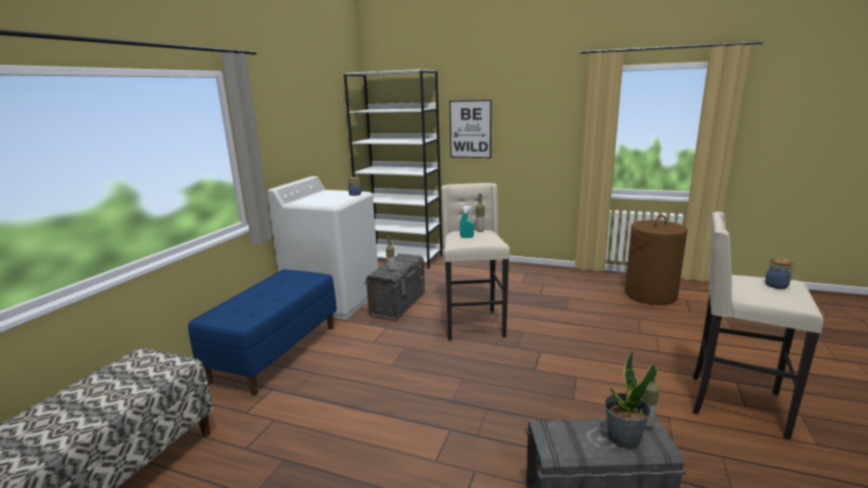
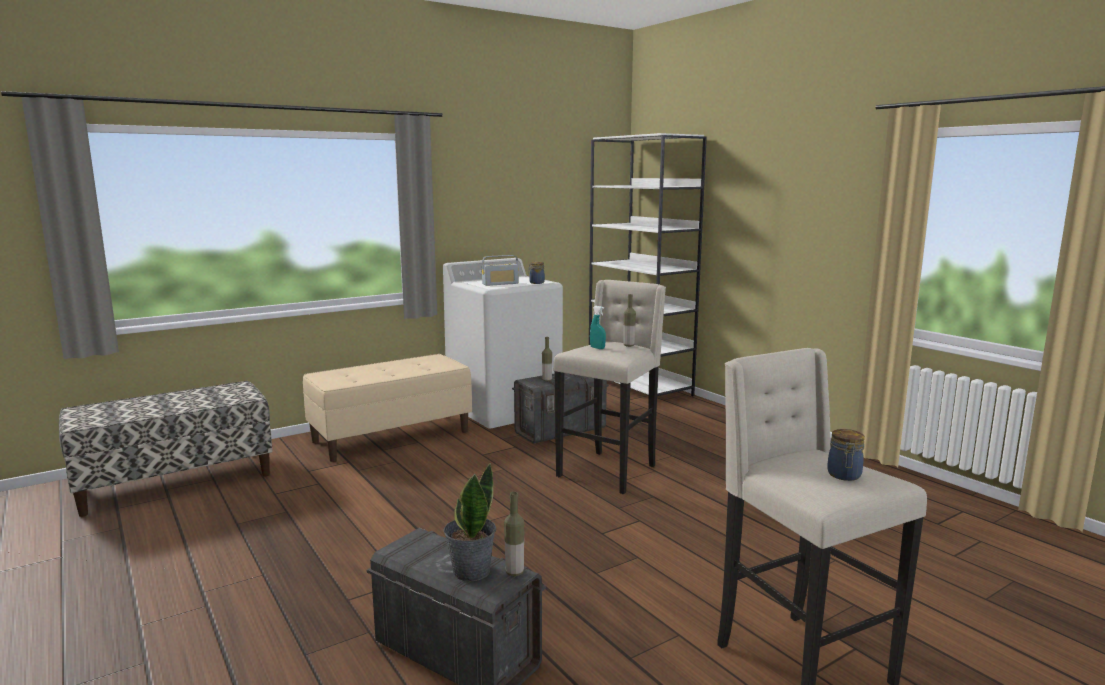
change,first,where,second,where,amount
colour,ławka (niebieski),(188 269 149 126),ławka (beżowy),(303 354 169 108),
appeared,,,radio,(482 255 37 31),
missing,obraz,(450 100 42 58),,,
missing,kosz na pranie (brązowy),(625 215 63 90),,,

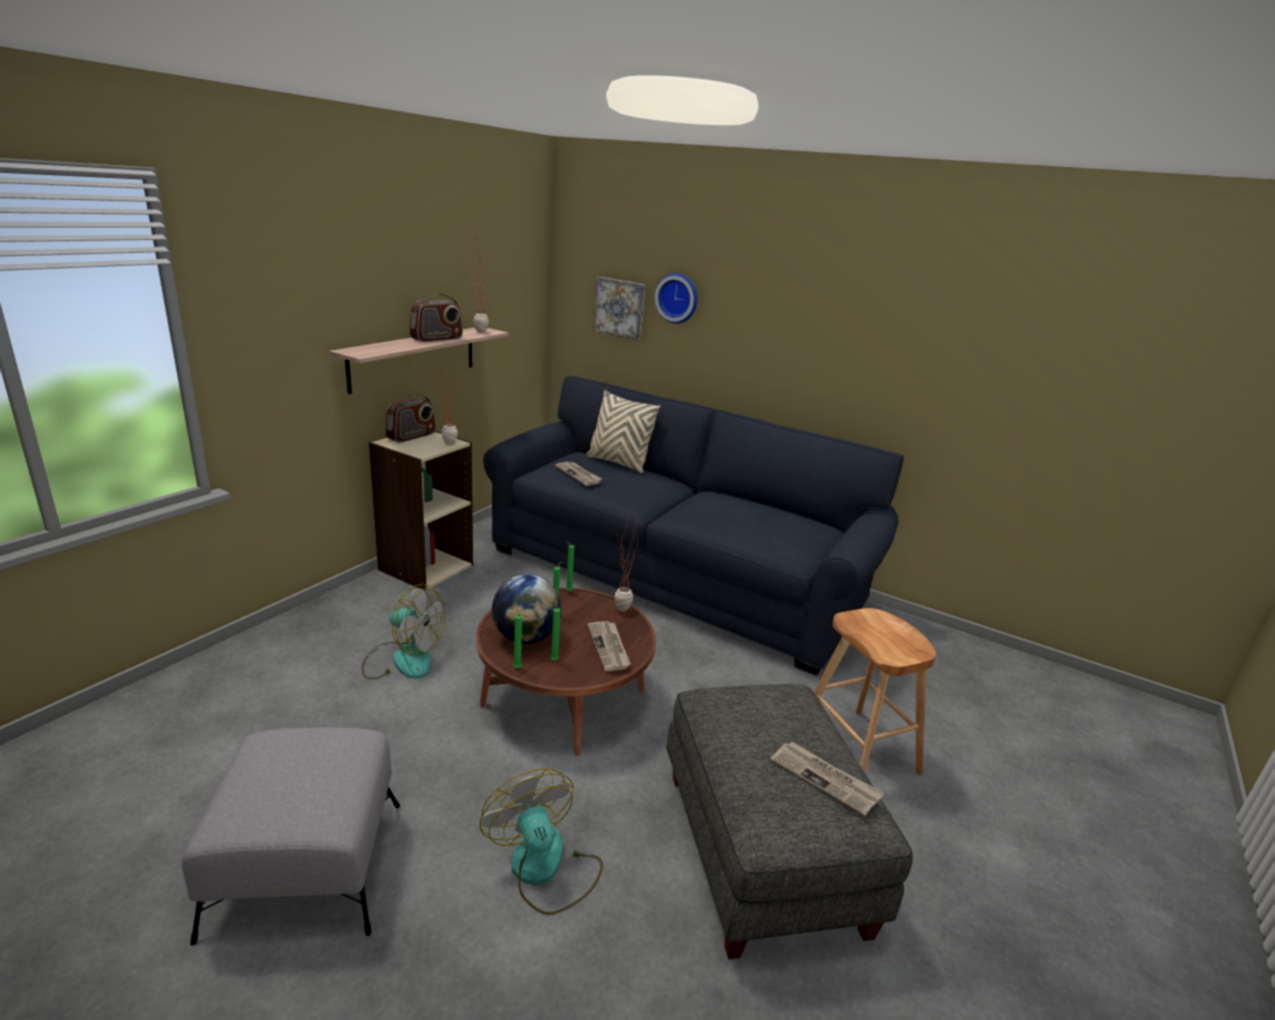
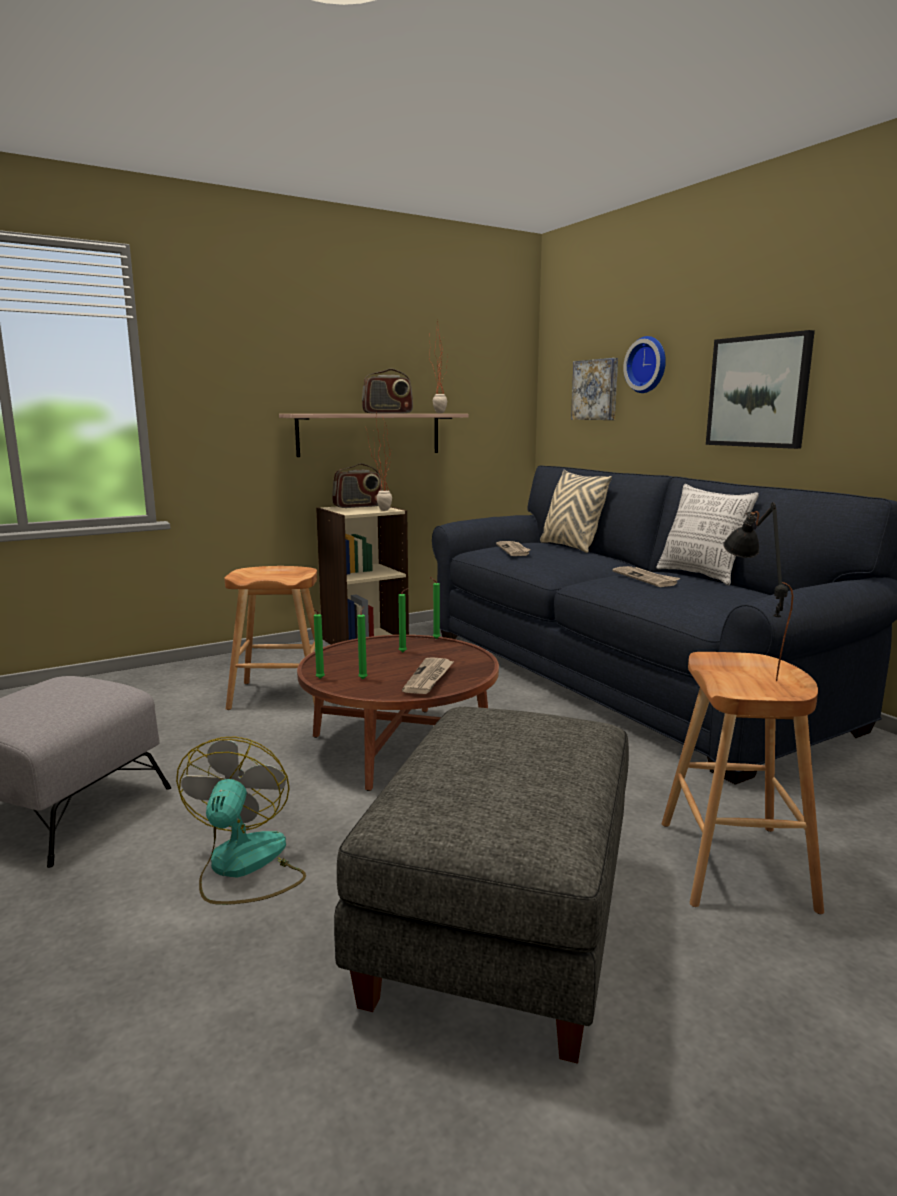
change,first,where,second,where,amount
exchanged,wentylator,(362 584 84 95),stołek (brązowy),(224 566 93 144),
relocated,gazeta,(770 741 114 76),,(612 566 68 21),
appeared,,,poduszka,(656 484 103 102),
appeared,,,obraz,(706 330 109 119),
appeared,,,lampa stołowa (czarny),(723 502 70 179),
missing,globus,(492 574 70 70),,,
missing,roślina doniczkowa,(614 508 24 104),,,

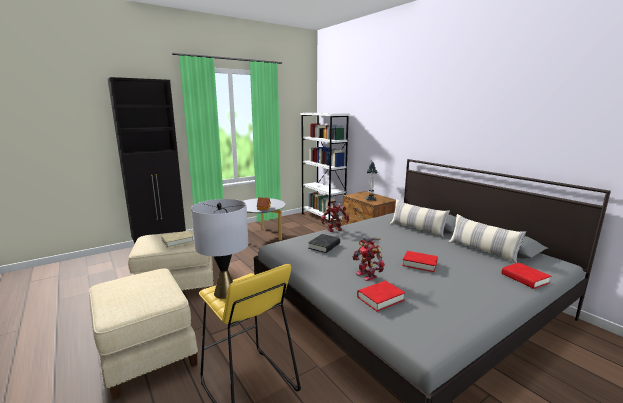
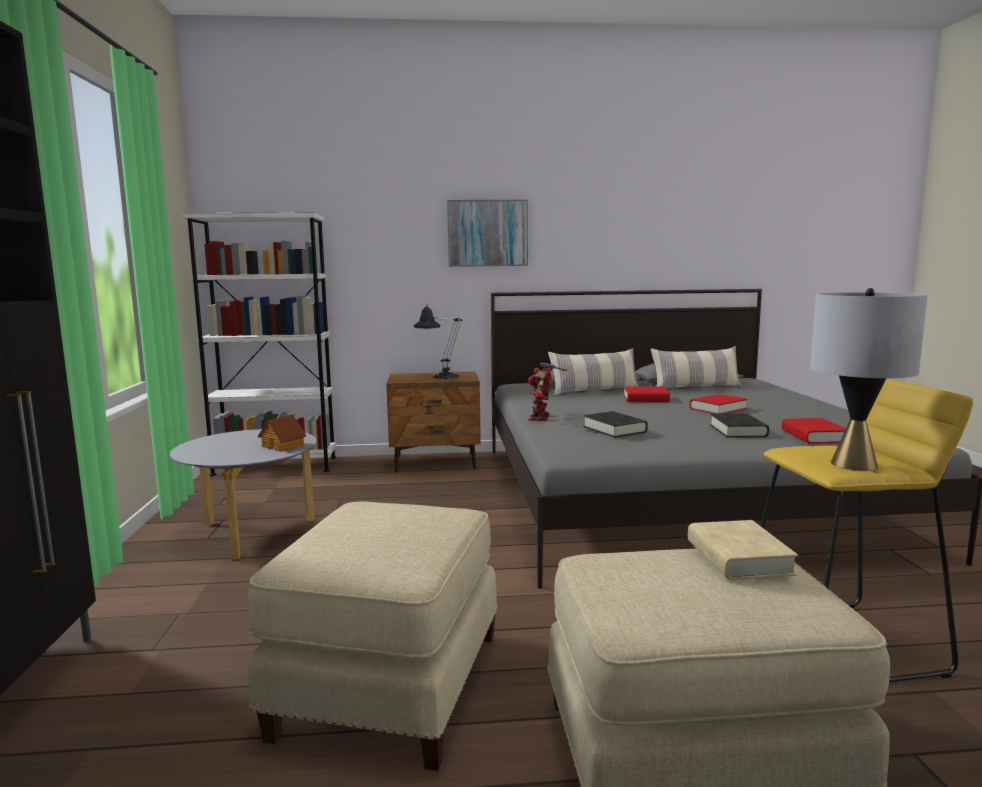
change,first,where,second,where,amount
appeared,,,obraz,(447 200 81 67),
relocated,książka (czerwony),(502 263 49 26),,(623 386 47 16),
relocated,książka (beżowy),(161 231 33 17),,(688 520 110 60),
exchanged,robot zabawkowy,(353 238 32 43),książka (czarny),(710 413 59 25),

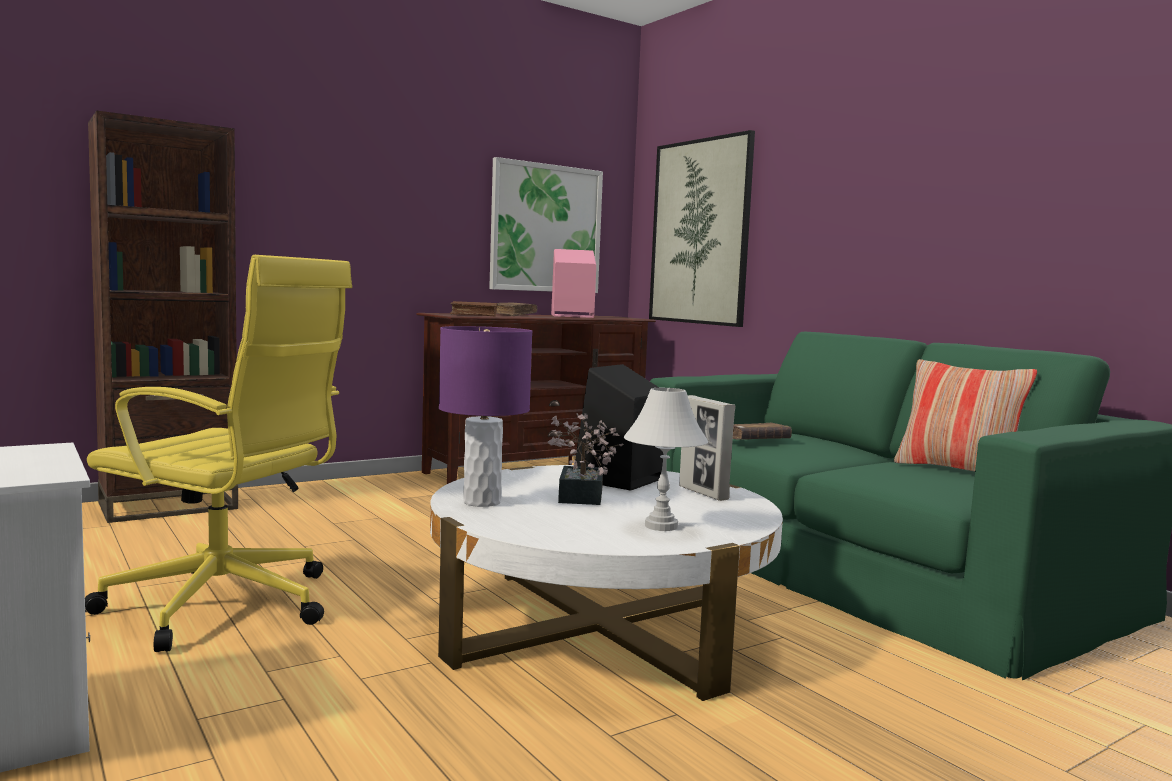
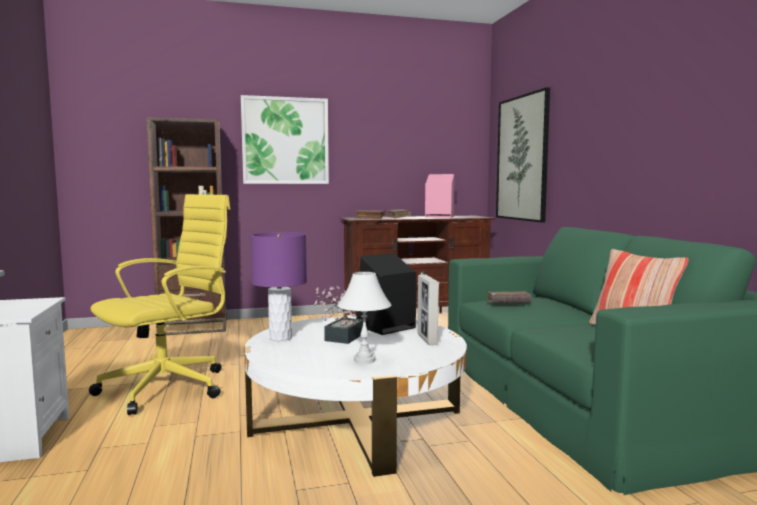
change,first,where,second,where,amount
spun,krzesło biurowe (żółty),(85 255 267 397),,(89 194 141 221),90 degrees counterclockwise
relocated,obraz,(489 157 114 136),,(241 95 88 89),

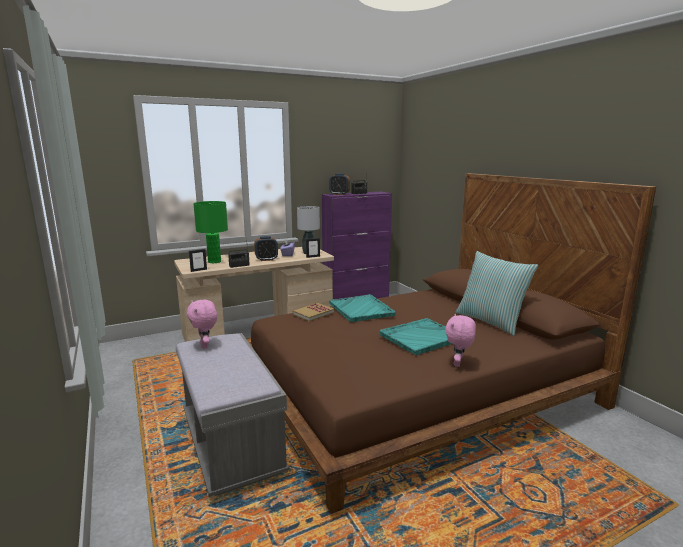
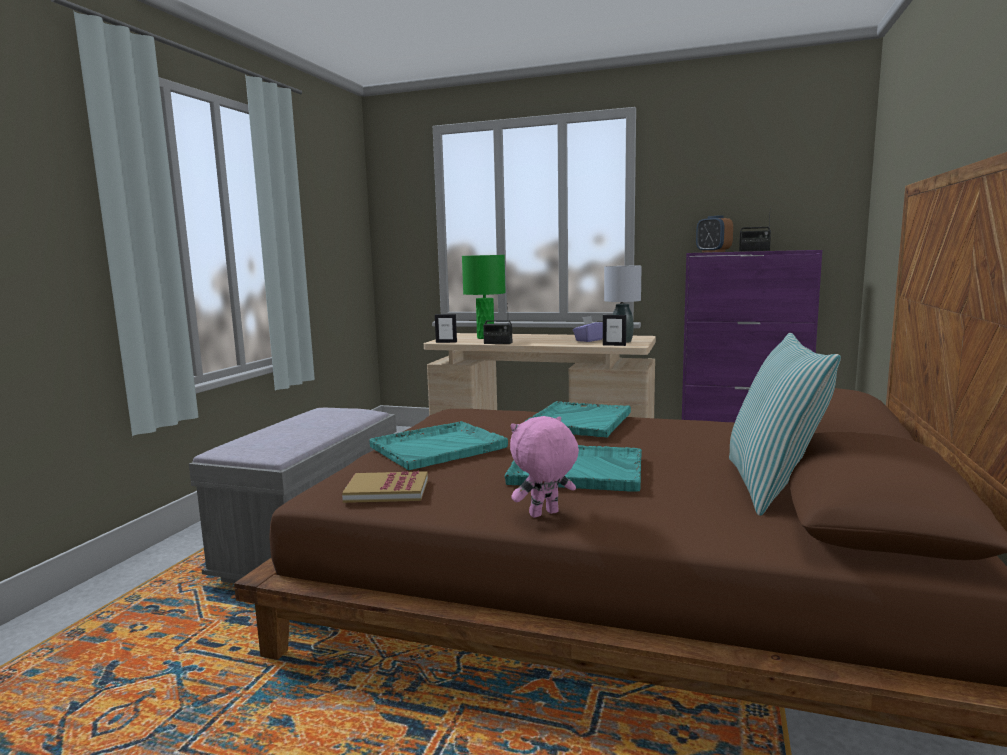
change,first,where,second,where,amount
relocated,książka,(293 303 41 18),,(342 471 86 32),
appeared,,,taca (turkusowy),(369 421 139 49),
missing,pluszak (różowy),(187 300 30 49),,,
missing,budzik,(254 236 24 25),,,

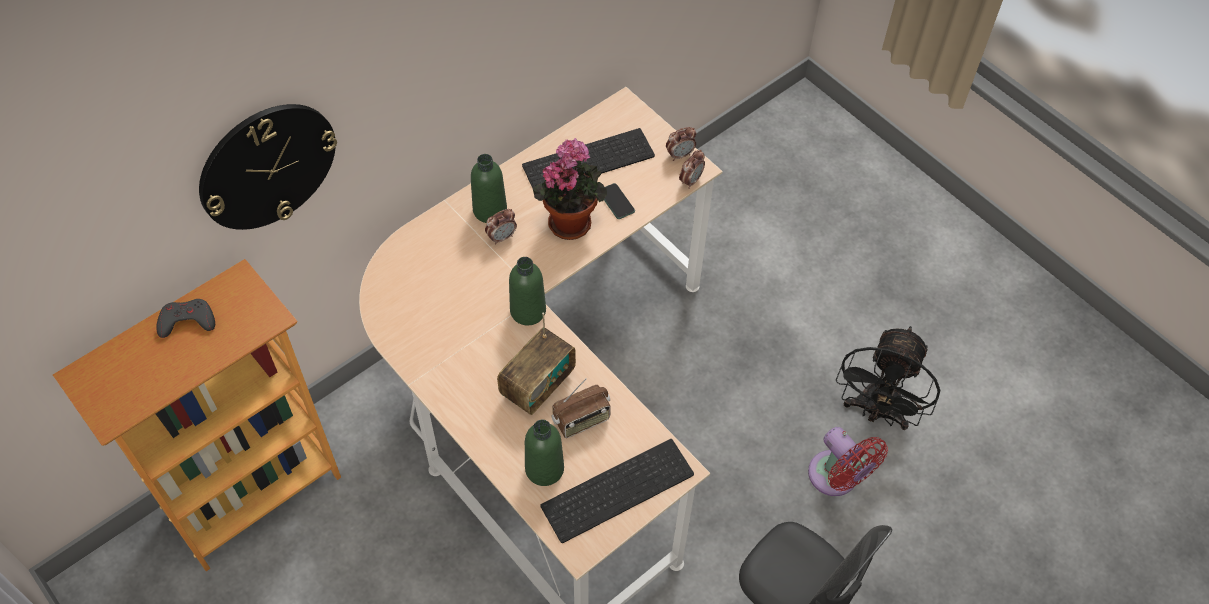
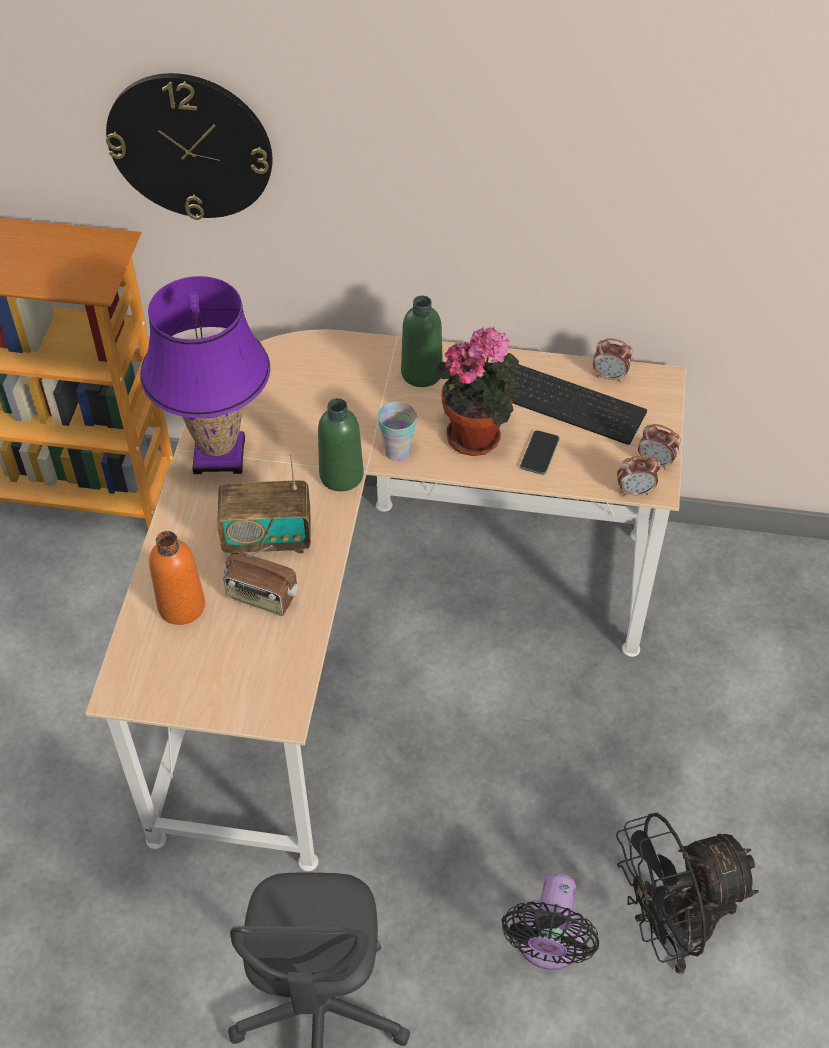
change,first,where,second,where,amount
appeared,,,lampa stołowa (fioletowy),(140 276 130 198),
colour,butelka (zielony),(525 420 39 66),butelka (pomarańczowy),(149 531 56 94),
appeared,,,filiżanka,(378 401 39 60),
colour,wentylator (czerwony),(808 427 80 69),wentylator (czarny),(502 873 97 97),
relocated,budzik,(485 209 32 36),,(593 339 40 43),
missing,pad do gier (szary),(156 299 59 39),,,
missing,klawiatura,(540 439 154 104),,,

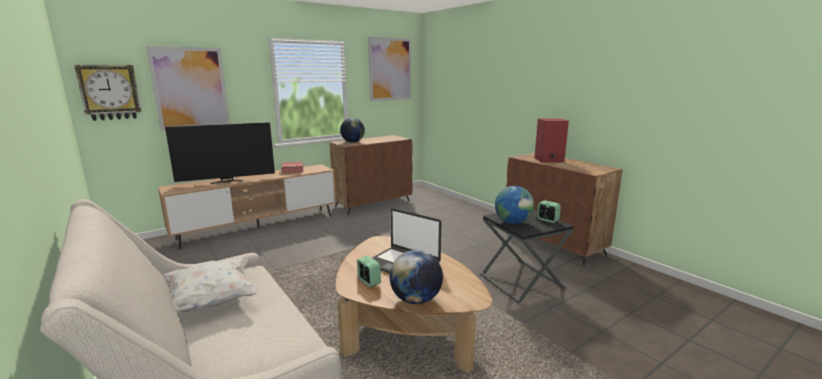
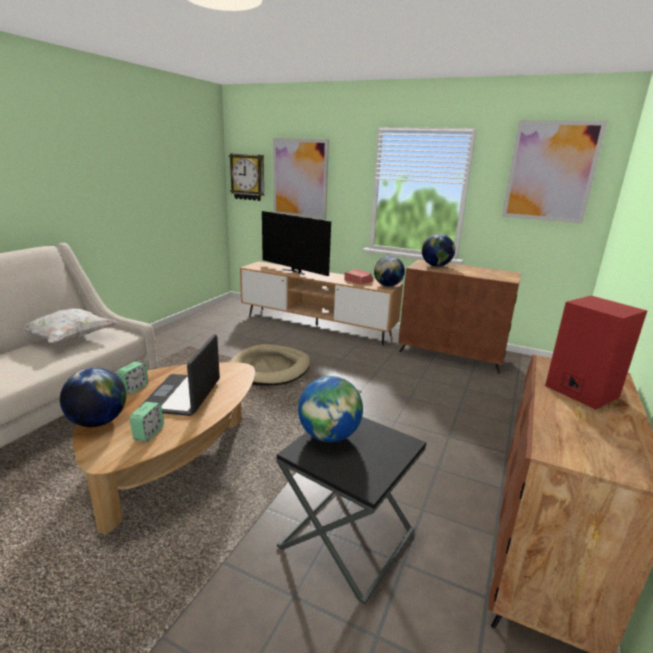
change,first,where,second,where,amount
relocated,budzik,(537 200 24 23),,(130 402 34 39),
appeared,,,legowisko (beżowy),(229 344 81 42),
appeared,,,globus,(374 256 31 31),

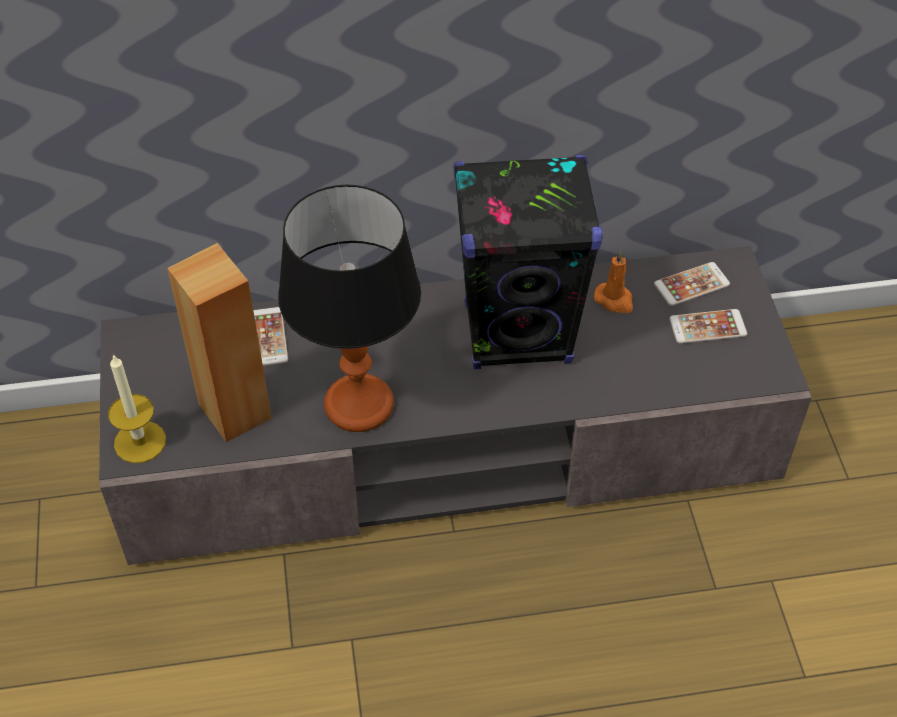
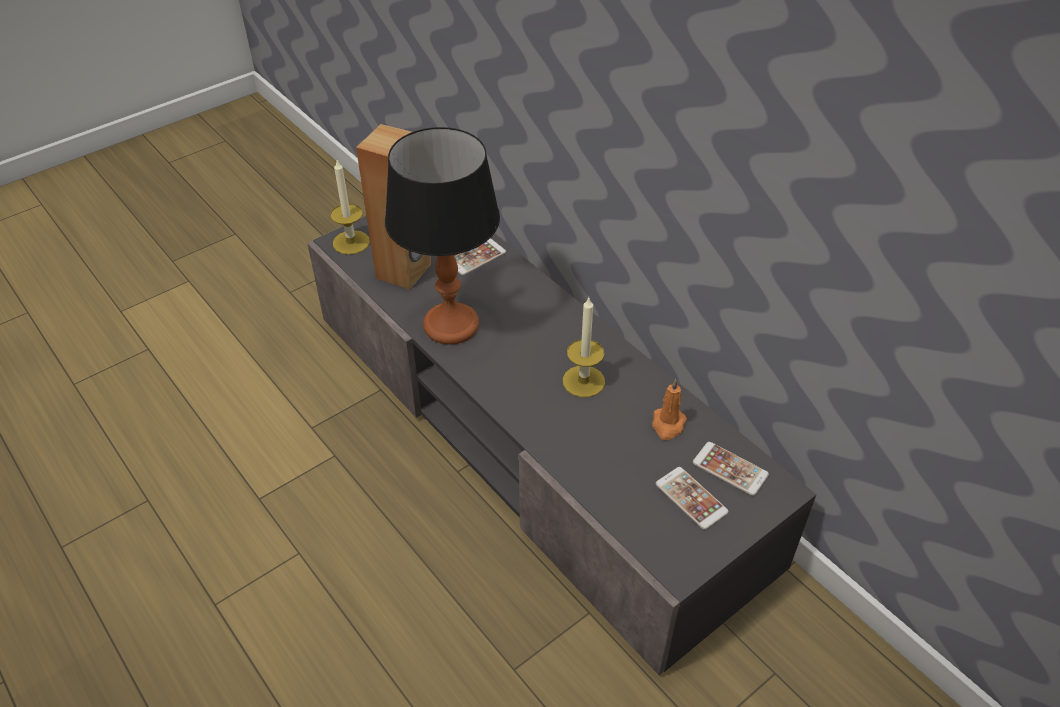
change,first,where,second,where,amount
exchanged,głośnik (czarny),(454 155 149 215),świeca,(563 298 42 100),

